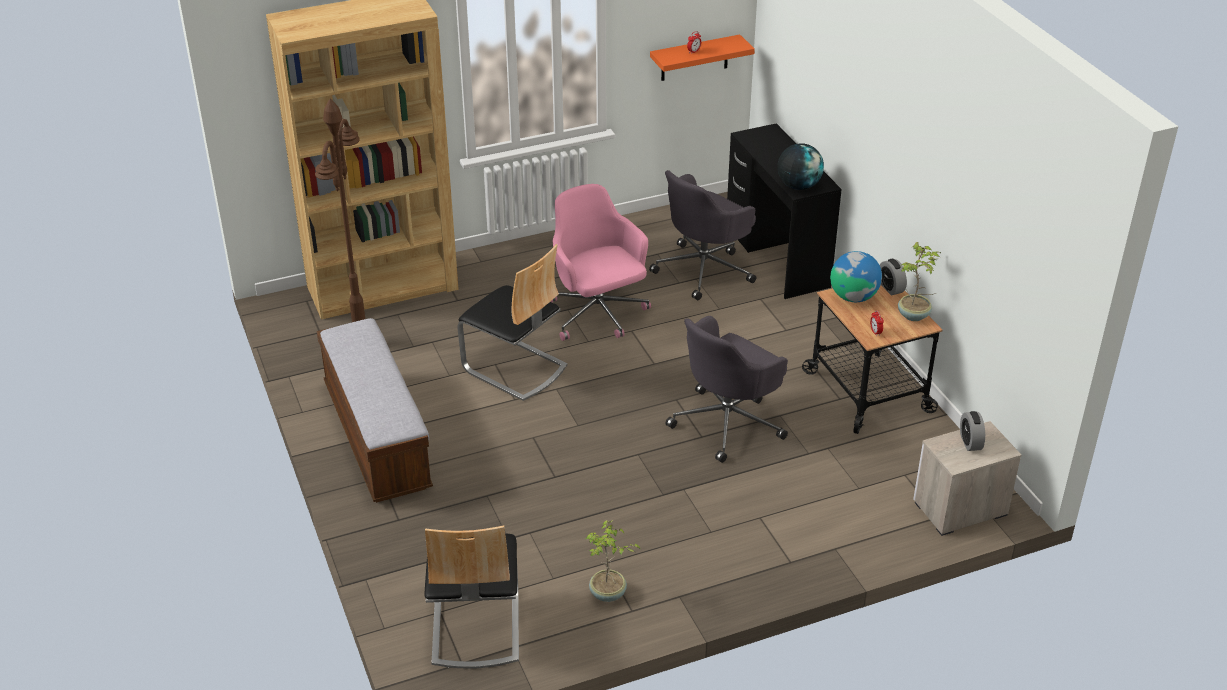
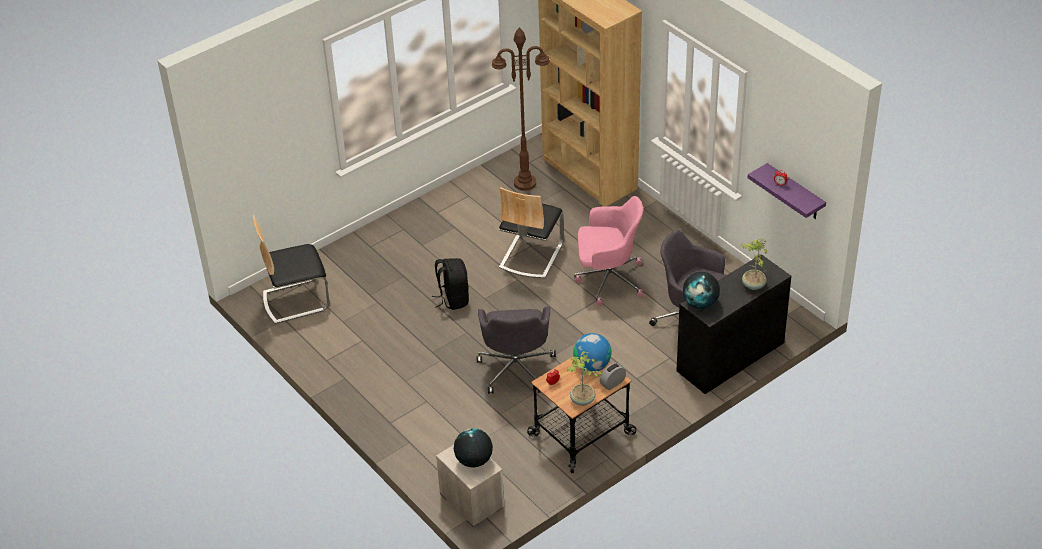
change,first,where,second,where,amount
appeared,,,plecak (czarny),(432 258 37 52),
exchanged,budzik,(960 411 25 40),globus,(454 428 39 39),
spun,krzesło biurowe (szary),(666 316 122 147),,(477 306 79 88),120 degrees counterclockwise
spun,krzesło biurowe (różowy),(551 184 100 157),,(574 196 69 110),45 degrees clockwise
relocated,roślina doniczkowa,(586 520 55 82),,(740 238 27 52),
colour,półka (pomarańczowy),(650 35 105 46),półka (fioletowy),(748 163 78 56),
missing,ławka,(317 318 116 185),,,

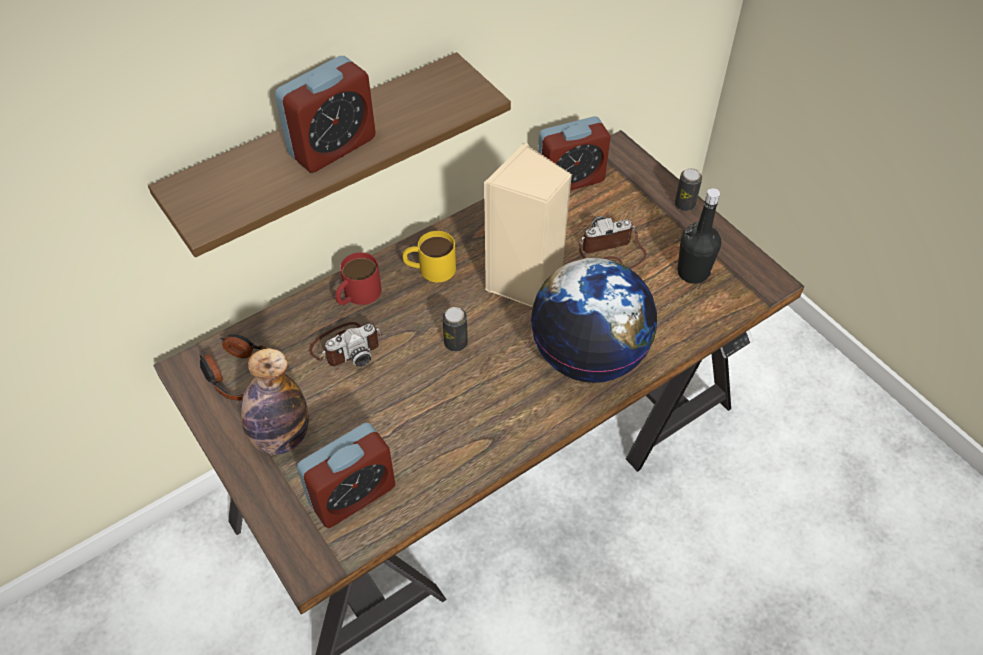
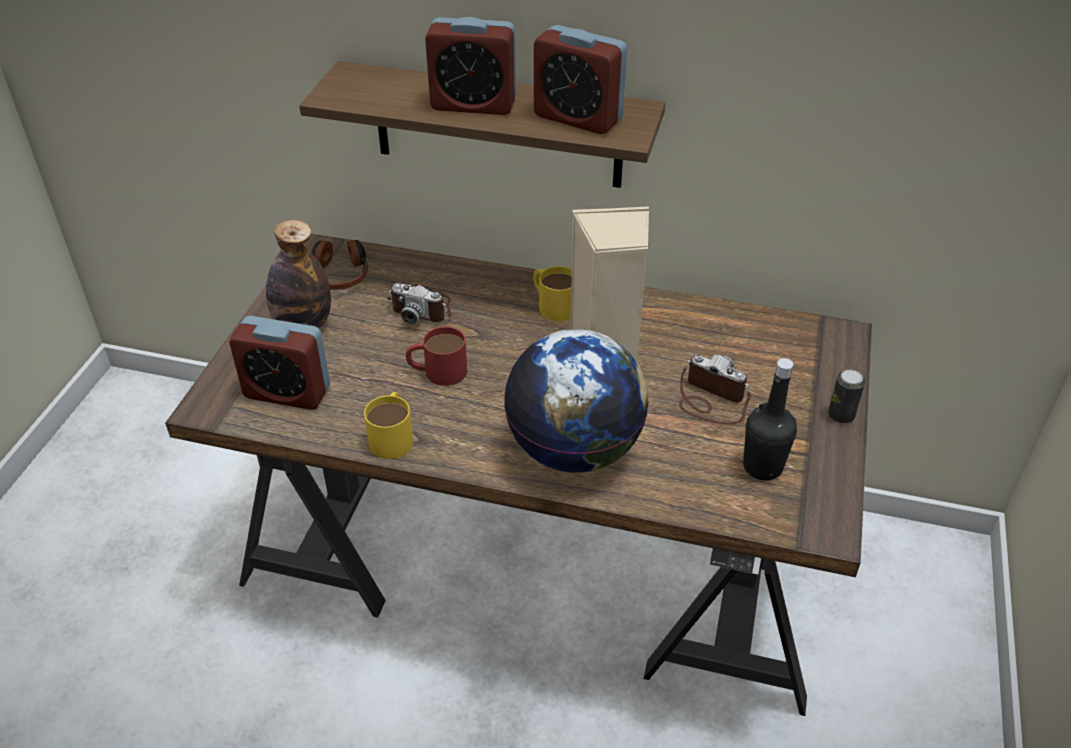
change,first,where,second,where,amount
appeared,,,kubek (żółty),(364 392 49 67),
relocated,kubek (czerwony),(335 252 46 53),,(406 327 61 59),
relocated,budzik,(538 116 72 74),,(534 25 93 109),
missing,puszka,(442 307 26 45),,,

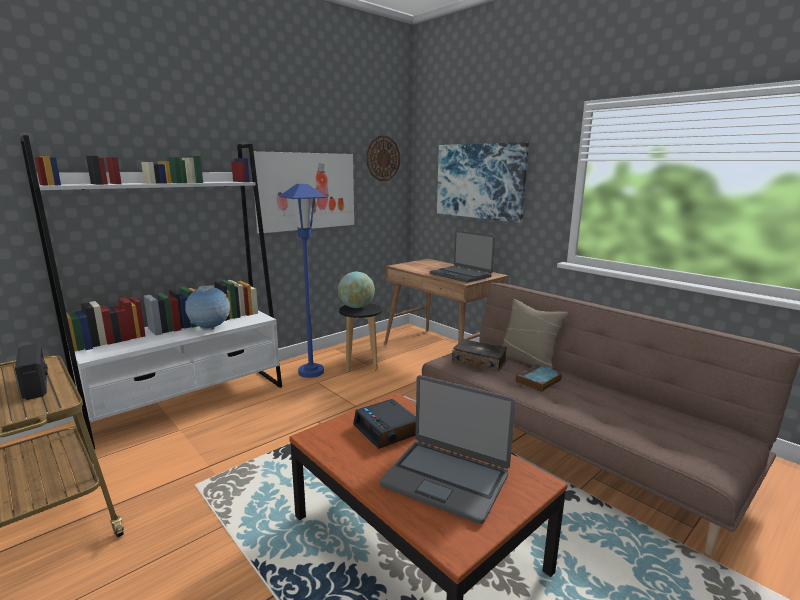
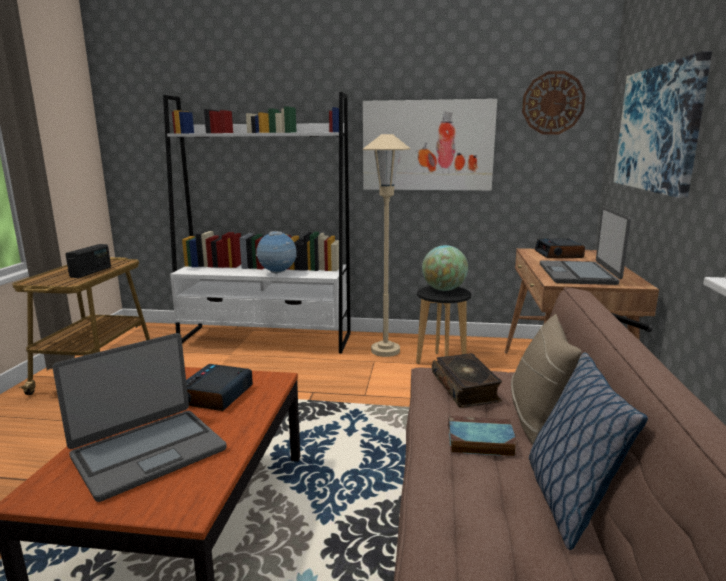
change,first,where,second,where,amount
spun,laptop,(380 375 135 149),,(53 333 174 169),120 degrees counterclockwise
colour,lampa stojąca (niebieski),(279 184 48 194),lampa stojąca (beżowy),(362 134 48 223),
appeared,,,poduszka,(529 352 119 198),
appeared,,,budzik,(535 239 50 19),

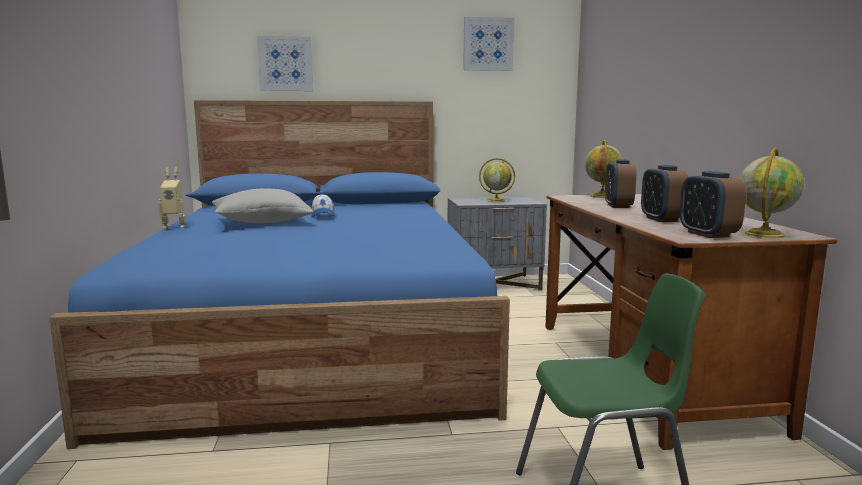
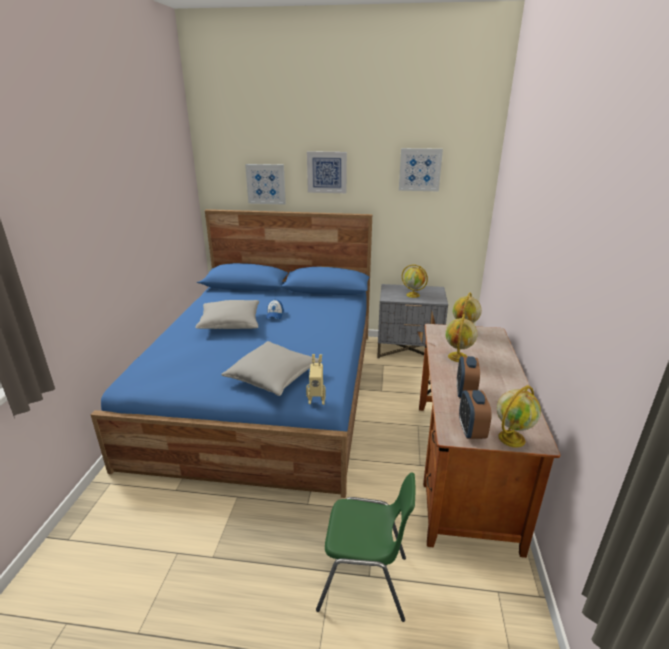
change,first,where,second,where,amount
appeared,,,poduszka (szary),(221 341 101 55),
relocated,robot zabawkowy,(158 167 28 62),,(306 354 20 51),
appeared,,,obraz,(307 151 40 42),
exchanged,budzik,(605 159 31 49),globus,(445 314 32 48),

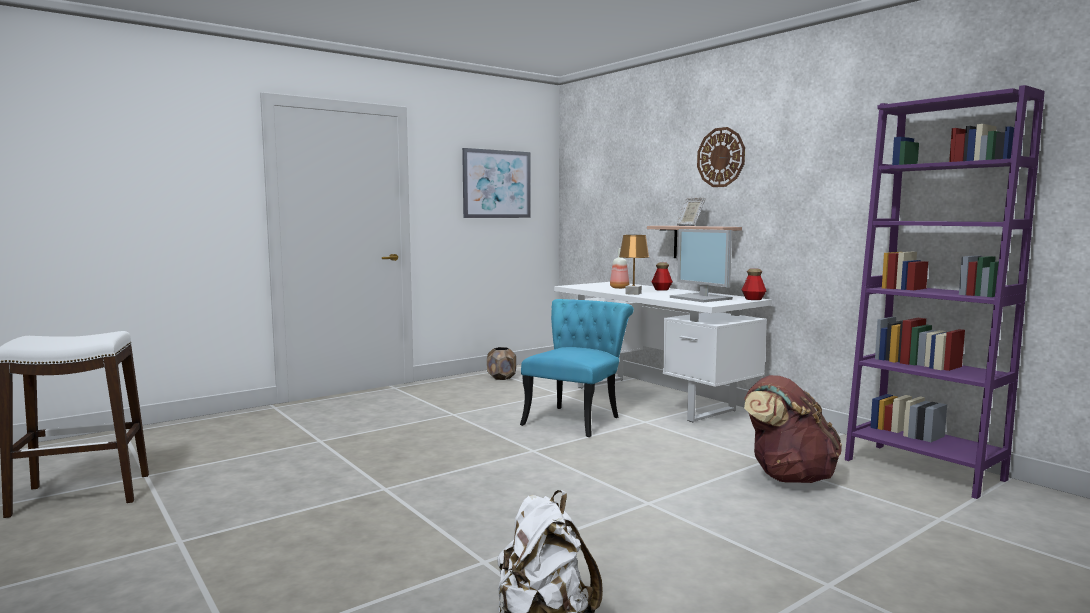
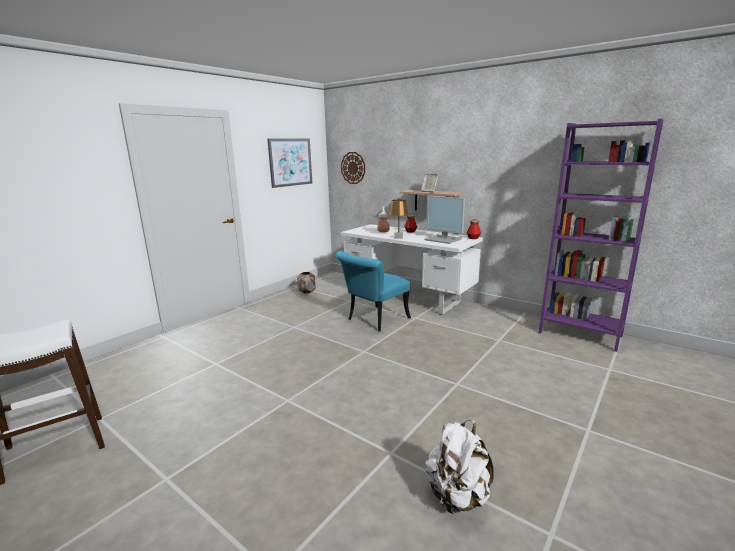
change,first,where,second,where,amount
spun,krzesło (turkusowy),(520 299 114 138),,(336 251 75 81),150 degrees counterclockwise
relocated,zegar ścienny,(697 127 48 60),,(341 152 24 32),
missing,plecak (brązowy),(744 375 98 108),,,

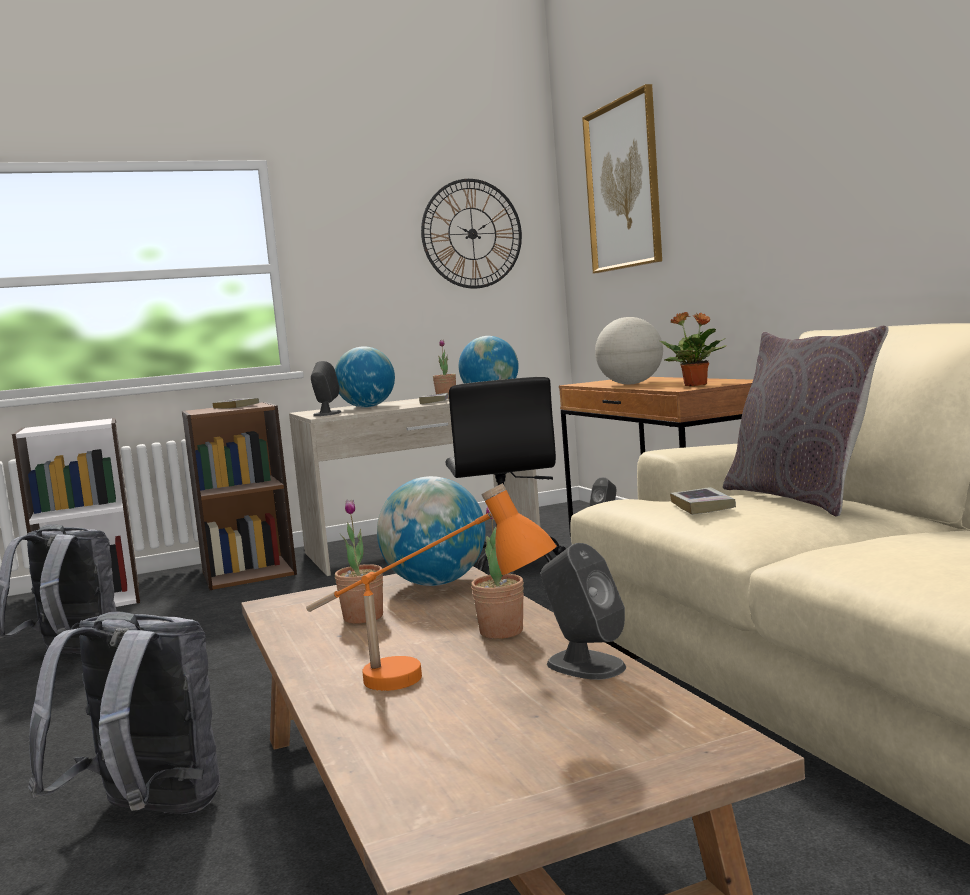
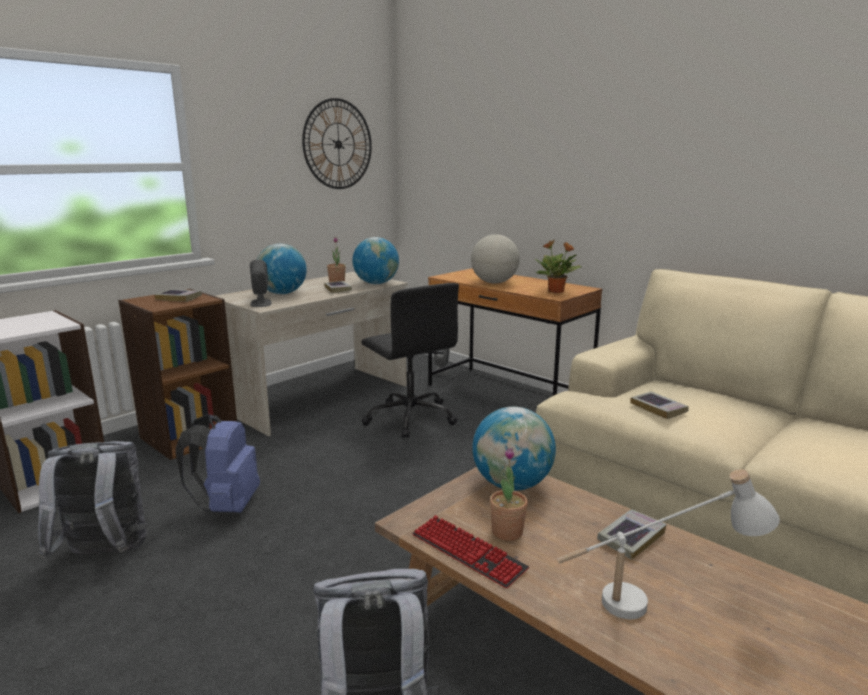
change,first,where,second,where,amount
appeared,,,plecak (niebieski),(176 414 84 99),
appeared,,,klawiatura,(412 515 117 73),
colour,lampa stołowa (pomarańczowy),(306 483 251 208),lampa stołowa (biały),(557 469 223 150),
exchanged,roślina doniczkowa,(471 506 53 133),książka,(597 509 70 51),
missing,głośnik (szary),(541 543 85 137),,,
missing,obraz,(582 84 80 190),,,
missing,poduszka (szary),(723 326 166 190),,,

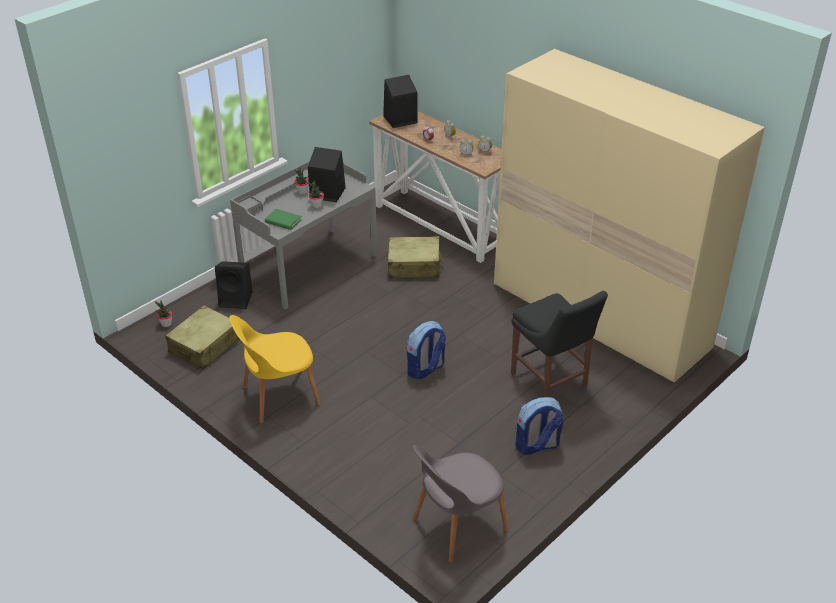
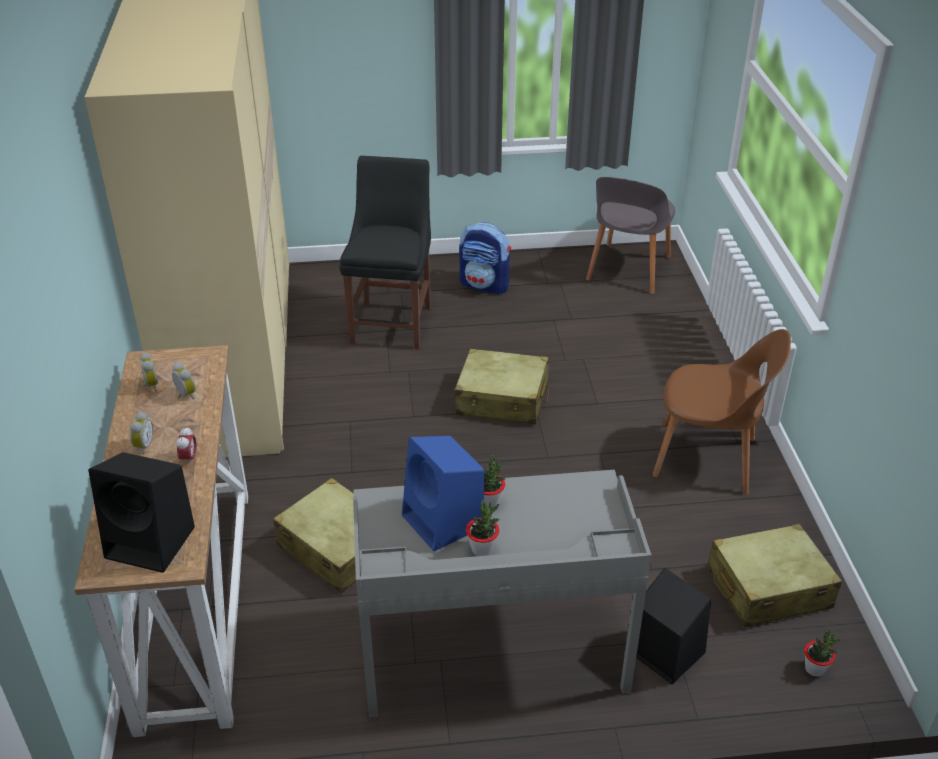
change,first,where,second,where,amount
colour,głośnik (czarny),(308 147 38 55),głośnik (niebieski),(402 436 82 116),
exchanged,plecak,(407 321 39 59),walizka (beżowy),(455 349 94 75),
spun,krzesło (szary),(413 445 95 118),,(586 177 89 117),105 degrees clockwise
colour,krzesło (żółty),(229 315 92 109),krzesło (brązowy),(653 329 138 166),
missing,książka (zielony),(265 209 37 21),,,

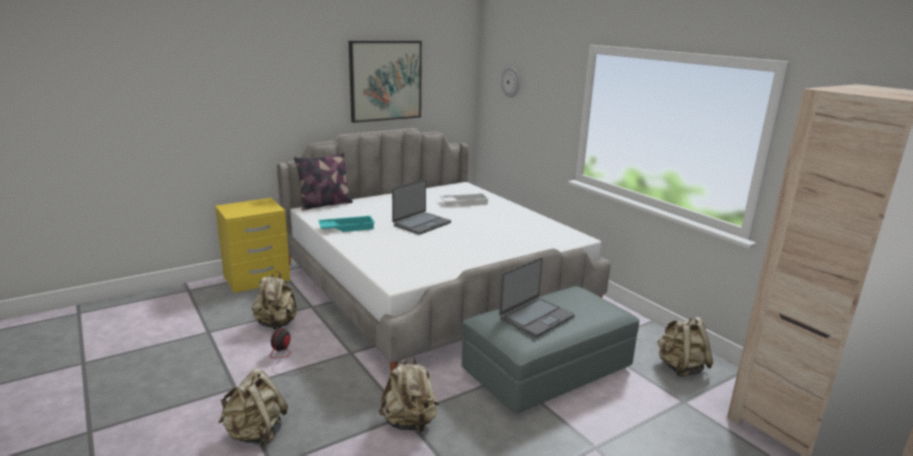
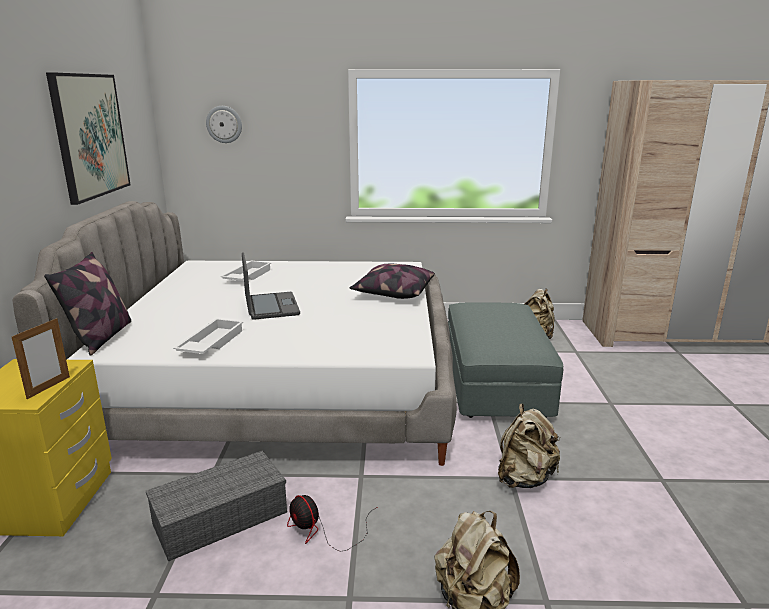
change,first,where,second,where,amount
appeared,,,ramka na zdjęcie,(12 318 58 81),
exchanged,plecak (beżowy),(252 271 45 59),pojemnik do przechowywania (szary),(146 451 141 111),
colour,taca (turkusowy),(318 216 57 16),taca (biały),(173 318 71 36),
appeared,,,poduszka,(350 264 85 35),
missing,laptop,(499 257 76 80),,,

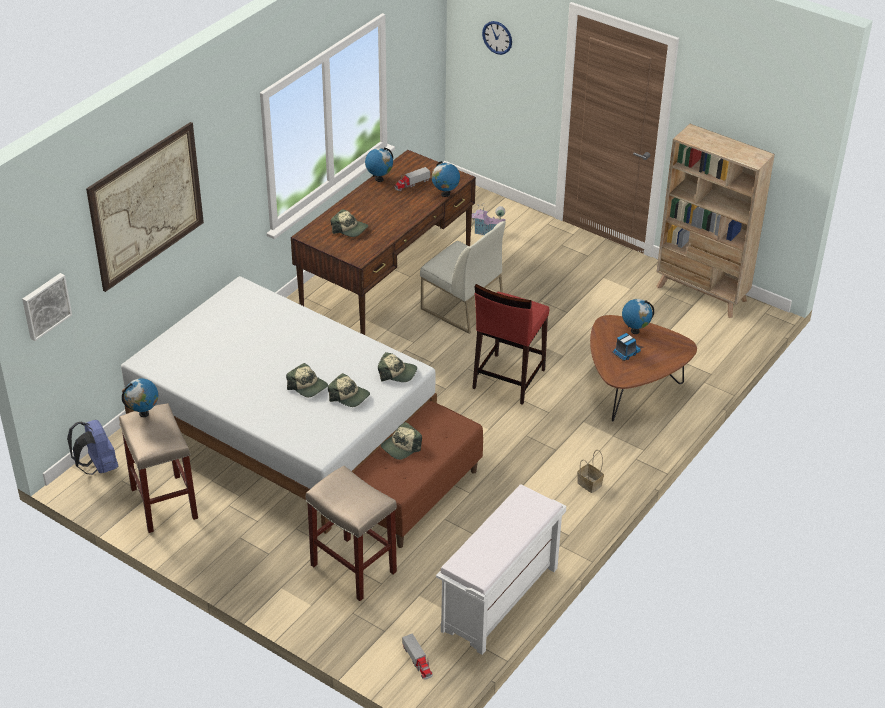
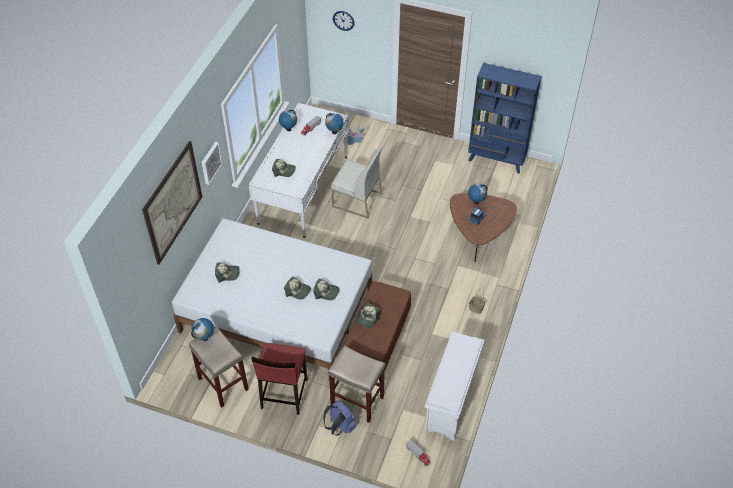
change,first,where,second,where,amount
relocated,obraz,(22 273 50 68),,(202 142 20 43),
relocated,czapka z daszkiem,(378 352 39 30),,(215 262 25 21),
colour,biurko (brązowy),(291 150 185 185),biurko (biały),(249 103 100 135),
relocated,stołek (czerwony),(472 284 77 121),,(251 343 57 72),
relocated,plecak (niebieski),(67 420 51 55),,(323 401 33 35),
colour,regał (beżowy),(657 124 118 194),regał (niebieski),(468 63 73 111),

